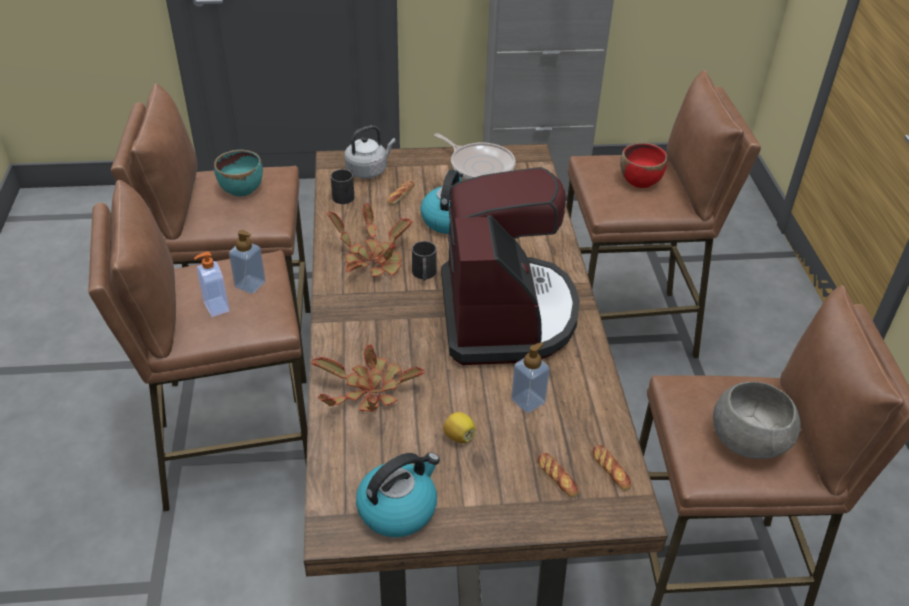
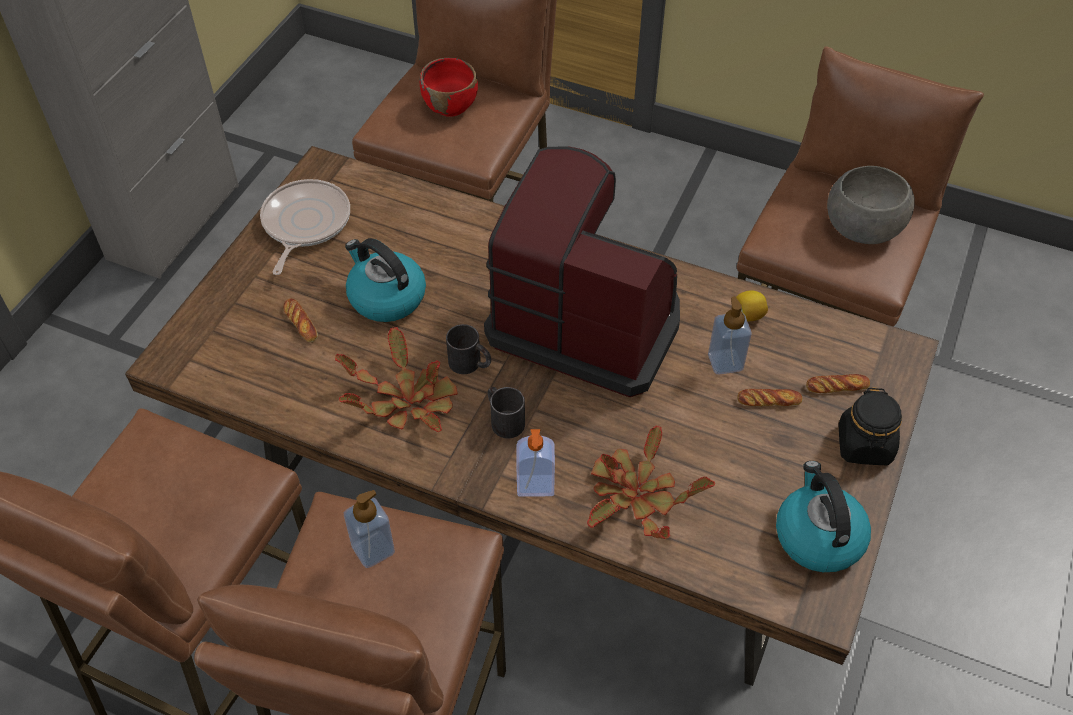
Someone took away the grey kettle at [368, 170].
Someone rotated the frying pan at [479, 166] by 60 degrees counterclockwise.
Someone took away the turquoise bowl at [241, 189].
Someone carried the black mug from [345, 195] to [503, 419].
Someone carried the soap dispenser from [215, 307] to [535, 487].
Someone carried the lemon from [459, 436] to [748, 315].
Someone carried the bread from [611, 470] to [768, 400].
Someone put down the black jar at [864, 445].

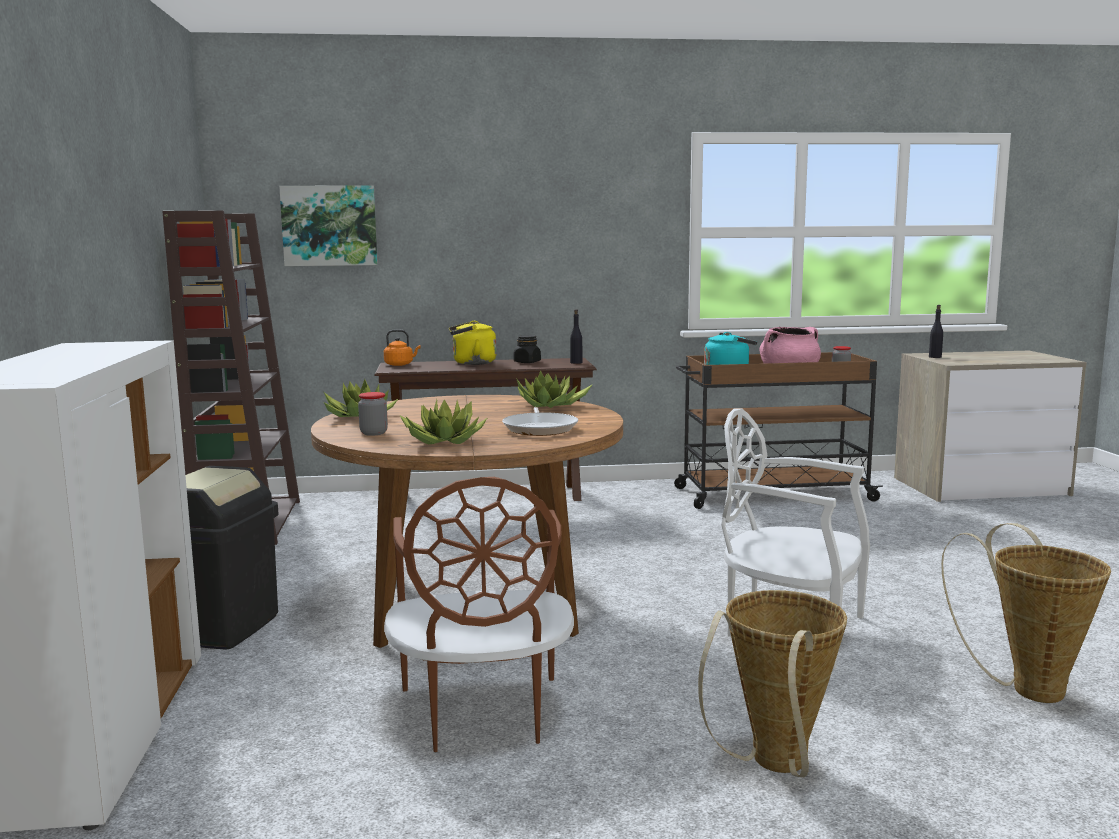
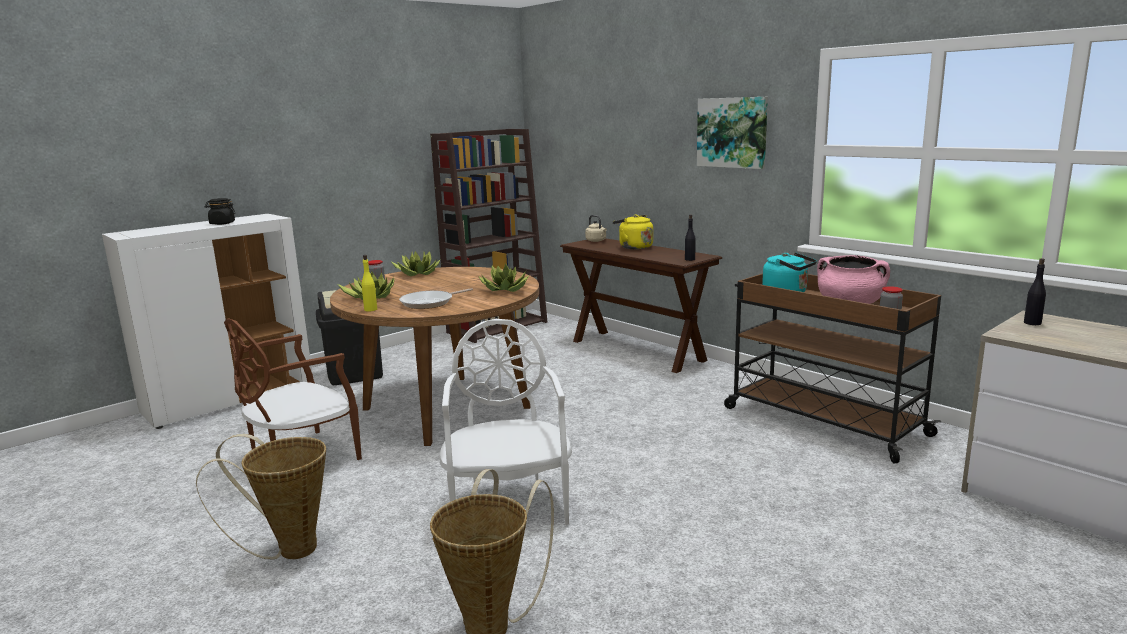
Someone carried the picture from [329, 226] to [732, 132].
Someone repainted the orange kettle at [400, 364], which became the beige kettle at [596, 241].
Someone carried the black jar from [527, 362] to [222, 223].
Someone put down the yellow bottle at [371, 309].

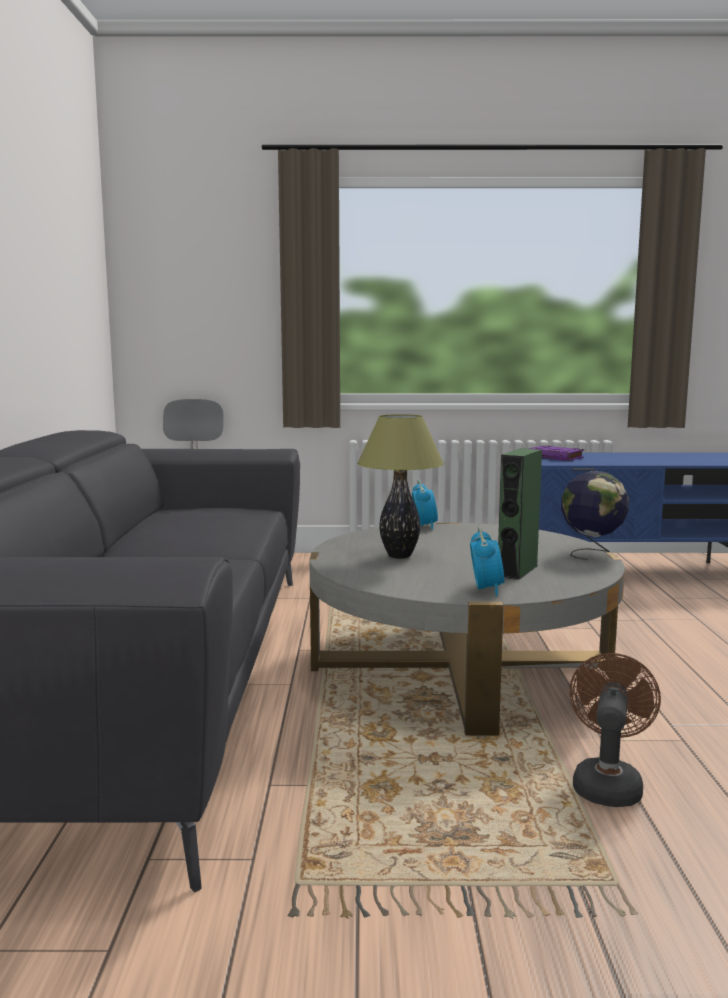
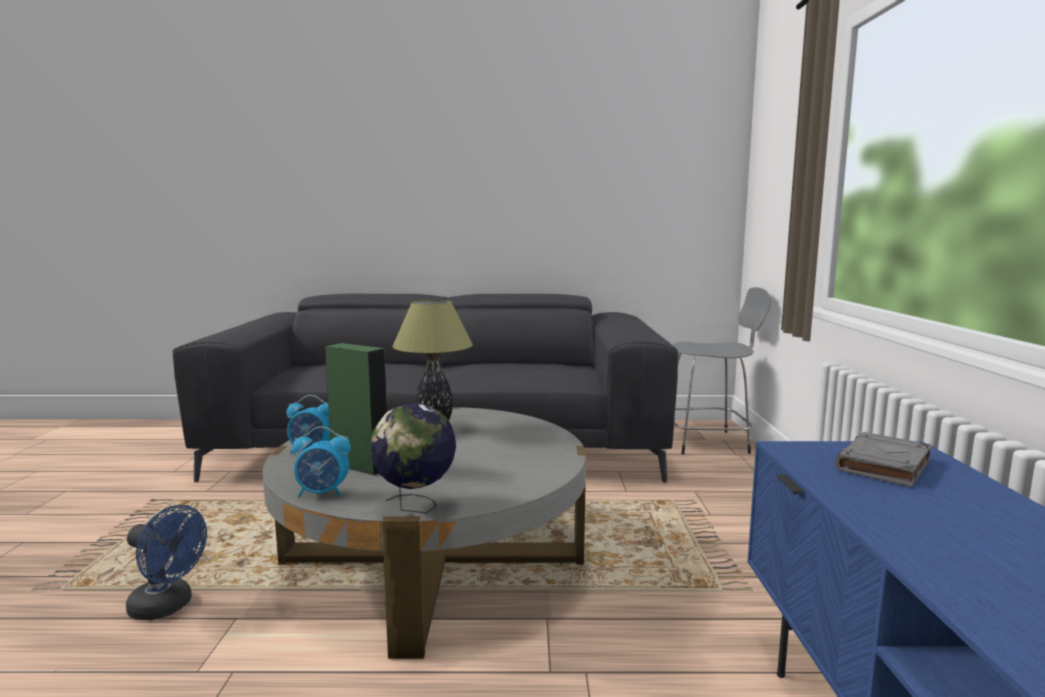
Someone repainted the purple book at [555, 457], which became the grey book at [883, 466].
Someone carried the alarm clock from [424, 526] to [323, 493].
Someone repainted the brown fan at [607, 783], which became the blue fan at [168, 607].

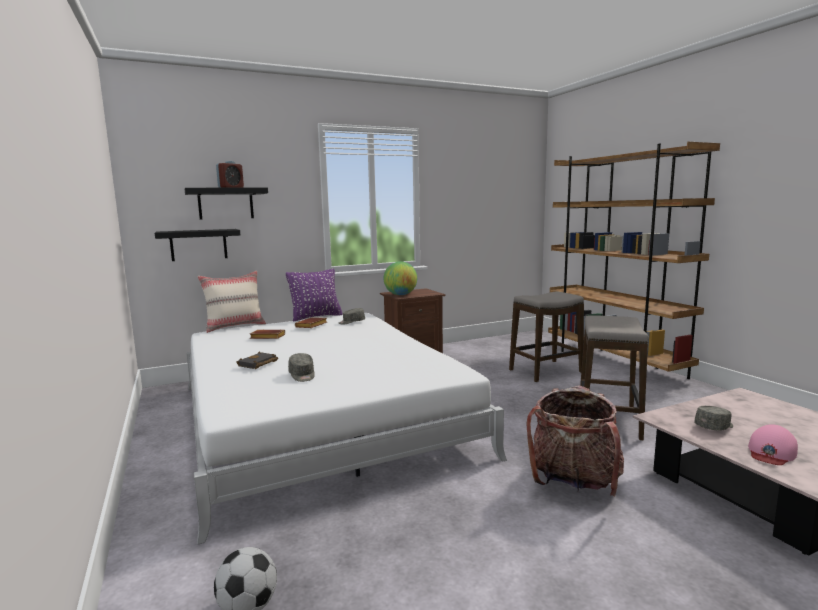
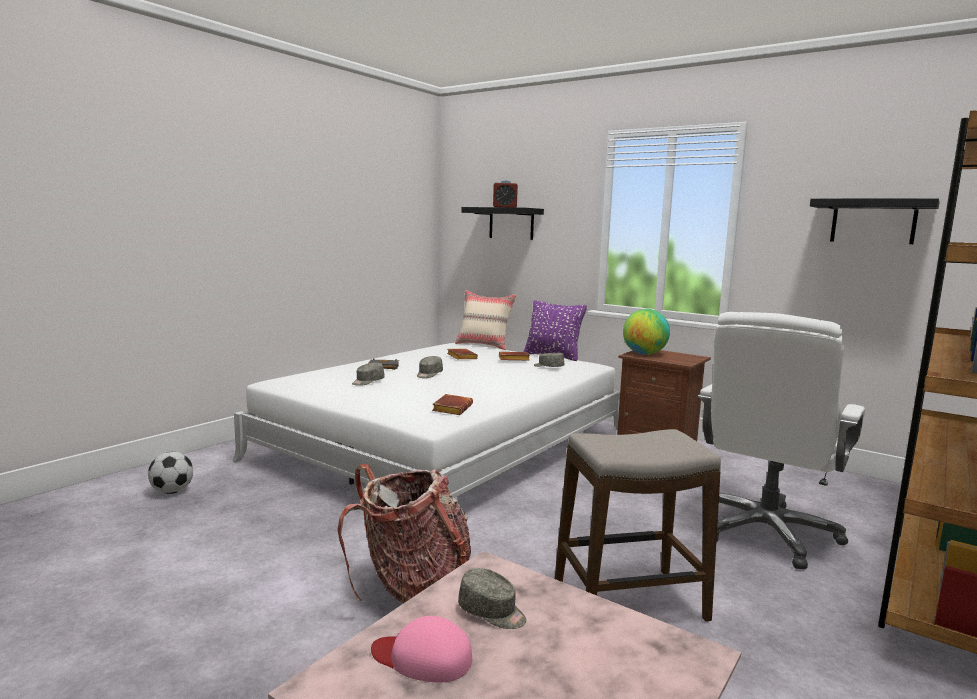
Someone carried the black shelf from [198, 244] to [873, 221].
Someone swapped the stool at [546, 371] for the white office chair at [766, 533].
Someone put down the grey cap at [429, 374].
Someone put down the brown book at [451, 408].

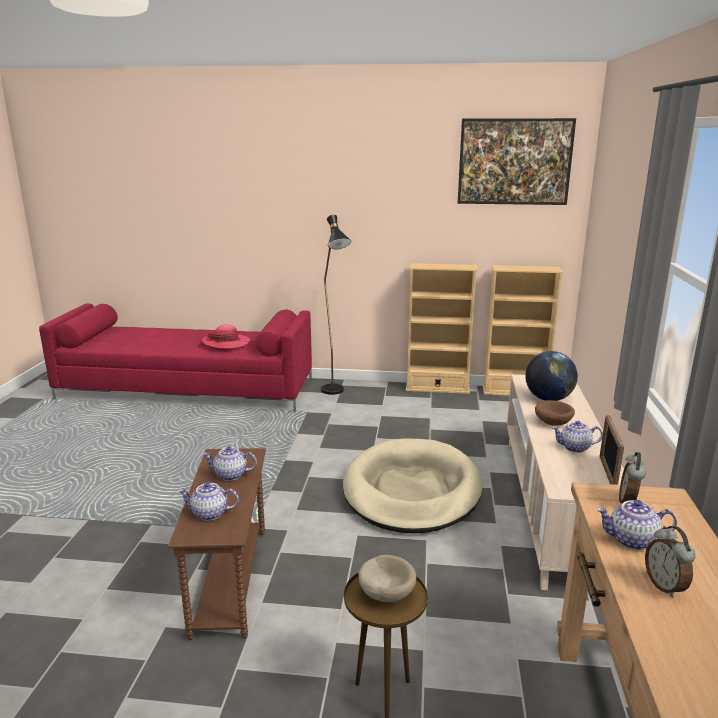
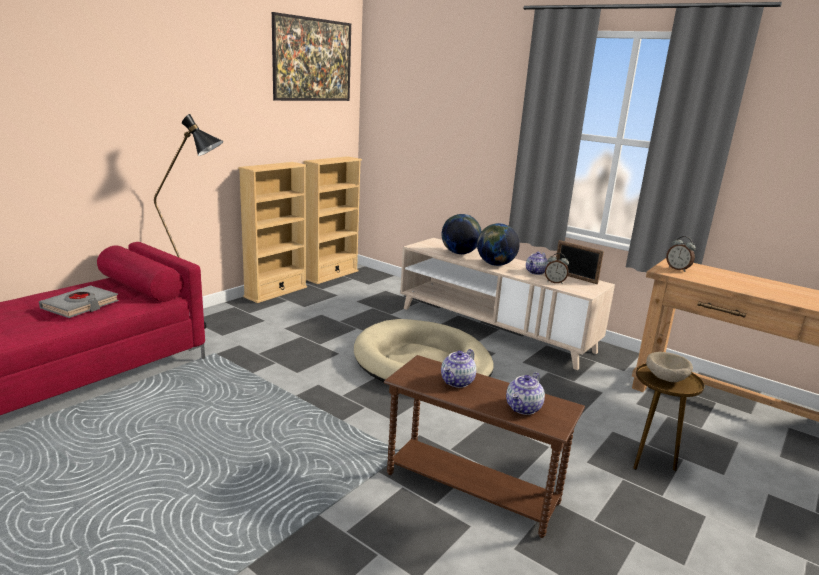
Someone swapped the hat at [226, 343] for the grey book at [80, 306].
Someone swapped the brown bowl at [552, 423] for the globe at [495, 264].
Someone took away the teapot at [631, 540].
Someone carried the alarm clock from [665, 586] to [555, 282].

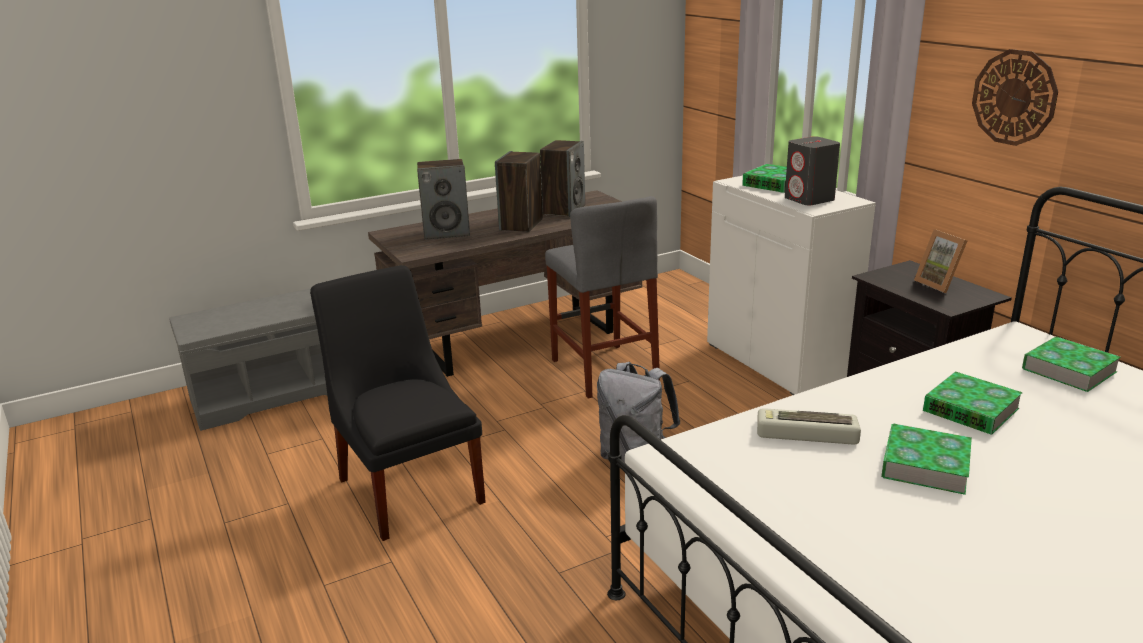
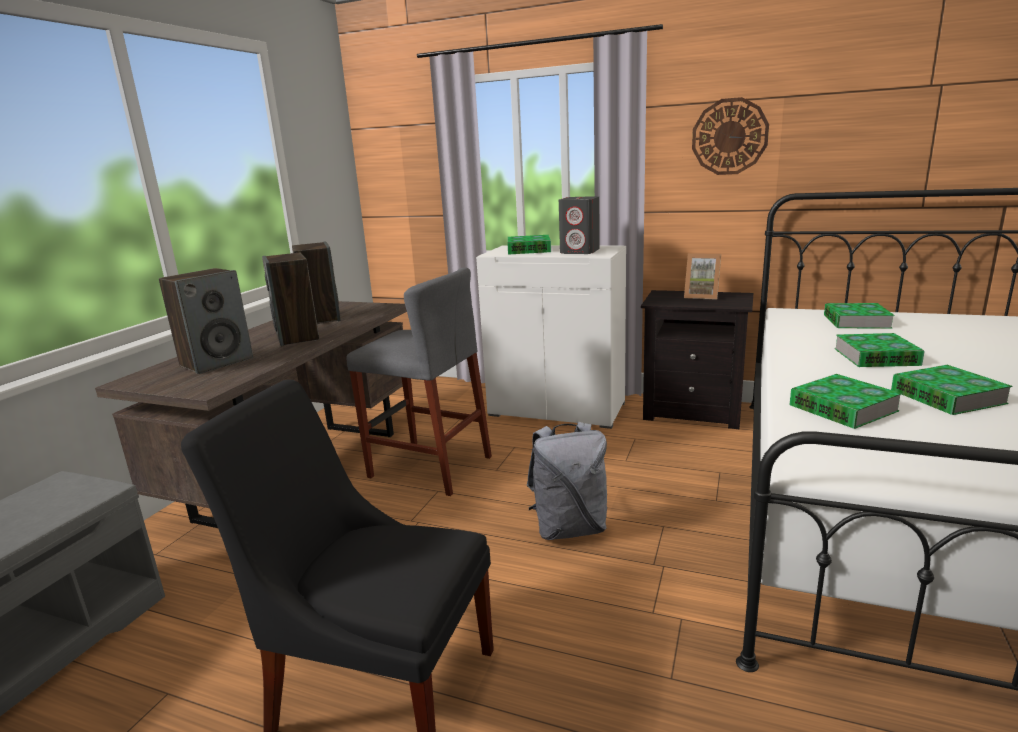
Someone swapped the keyboard at [805, 433] for the book at [843, 408].

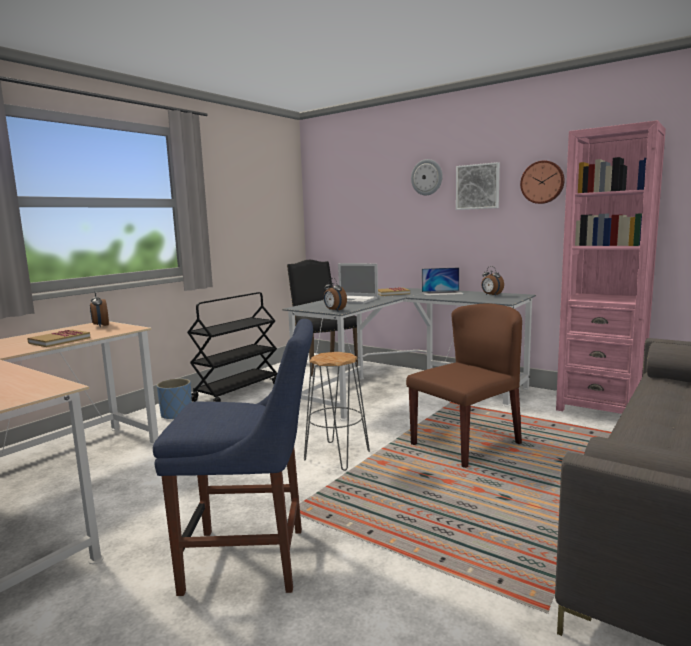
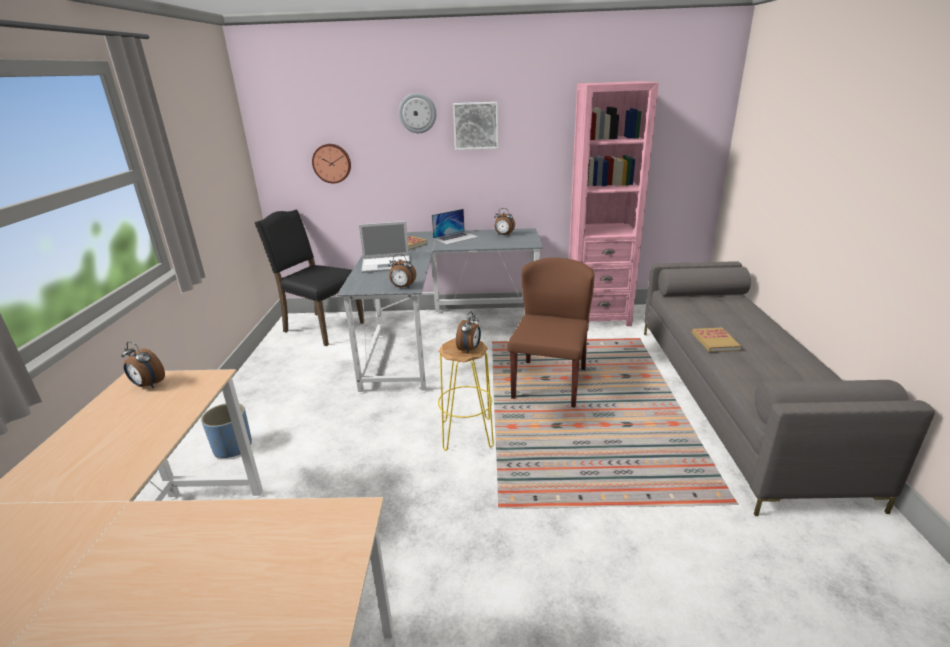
Someone carried the wall clock from [542, 182] to [332, 163].
Someone took away the black cart at [237, 392].
Someone took away the blue chair at [252, 560].
Someone carried the book from [59, 340] to [715, 341].
Someone repainted the grey stool at [336, 455], which became the yellow stool at [466, 434].
Someone put down the alarm clock at [469, 349].

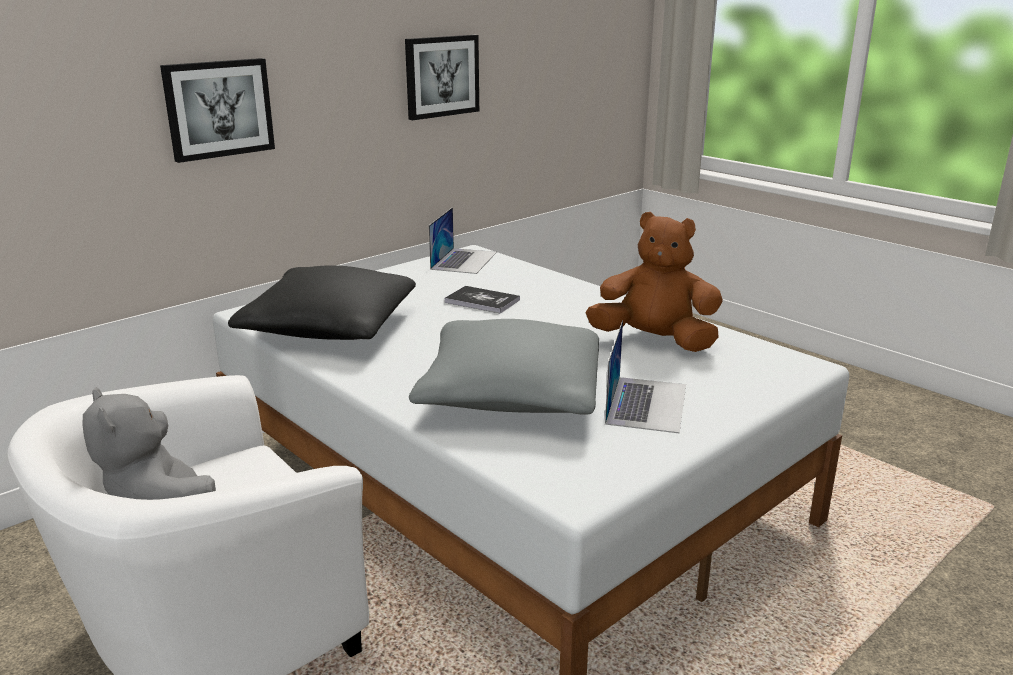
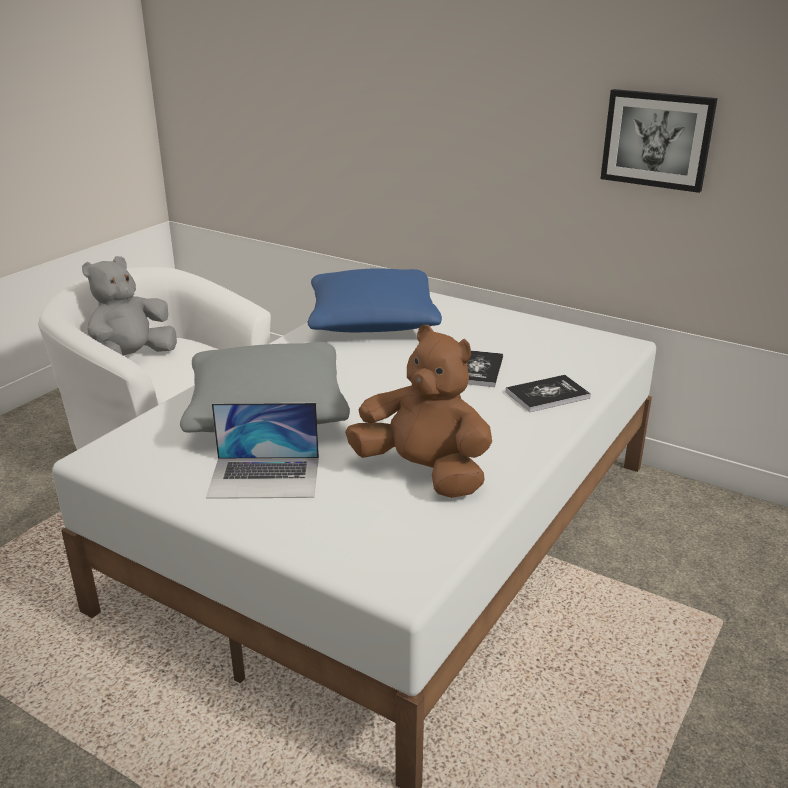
Someone took away the picture at [218, 108].
Someone took away the laptop at [464, 260].
Someone rotated the brown plush toy at [654, 341] by 60 degrees counterclockwise.
Someone repainted the black pillow at [330, 327], which became the blue pillow at [372, 321].
Someone put down the book at [547, 395].

